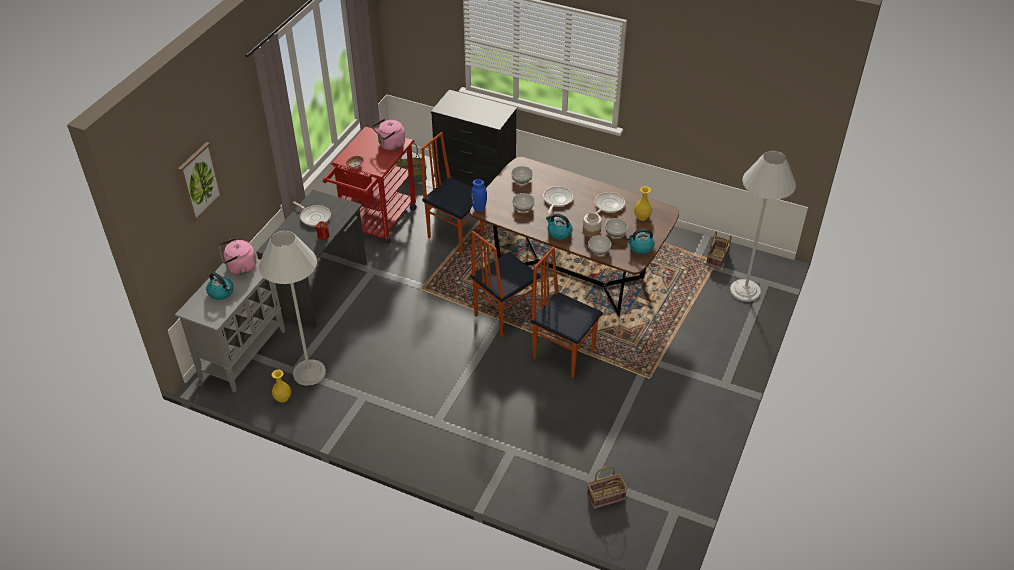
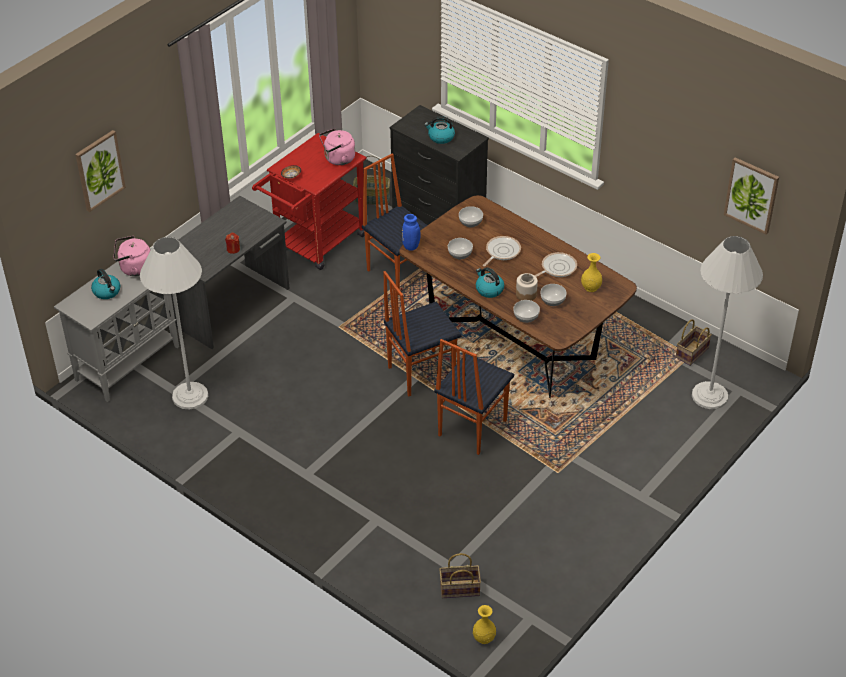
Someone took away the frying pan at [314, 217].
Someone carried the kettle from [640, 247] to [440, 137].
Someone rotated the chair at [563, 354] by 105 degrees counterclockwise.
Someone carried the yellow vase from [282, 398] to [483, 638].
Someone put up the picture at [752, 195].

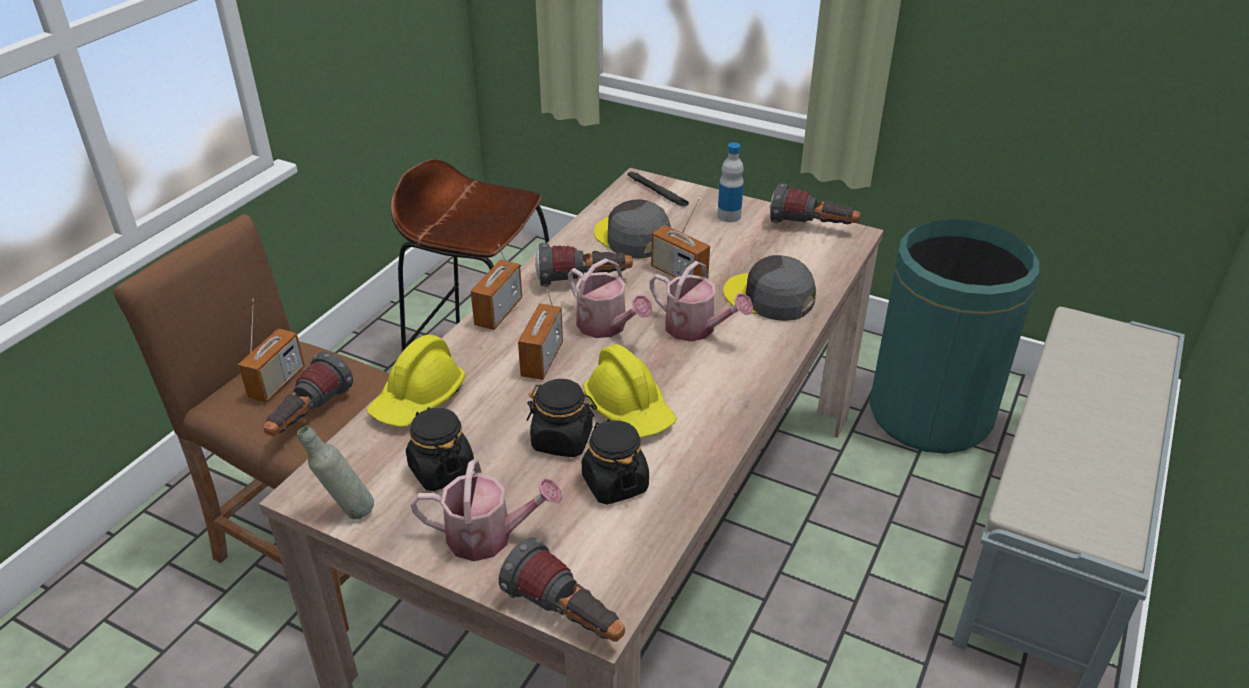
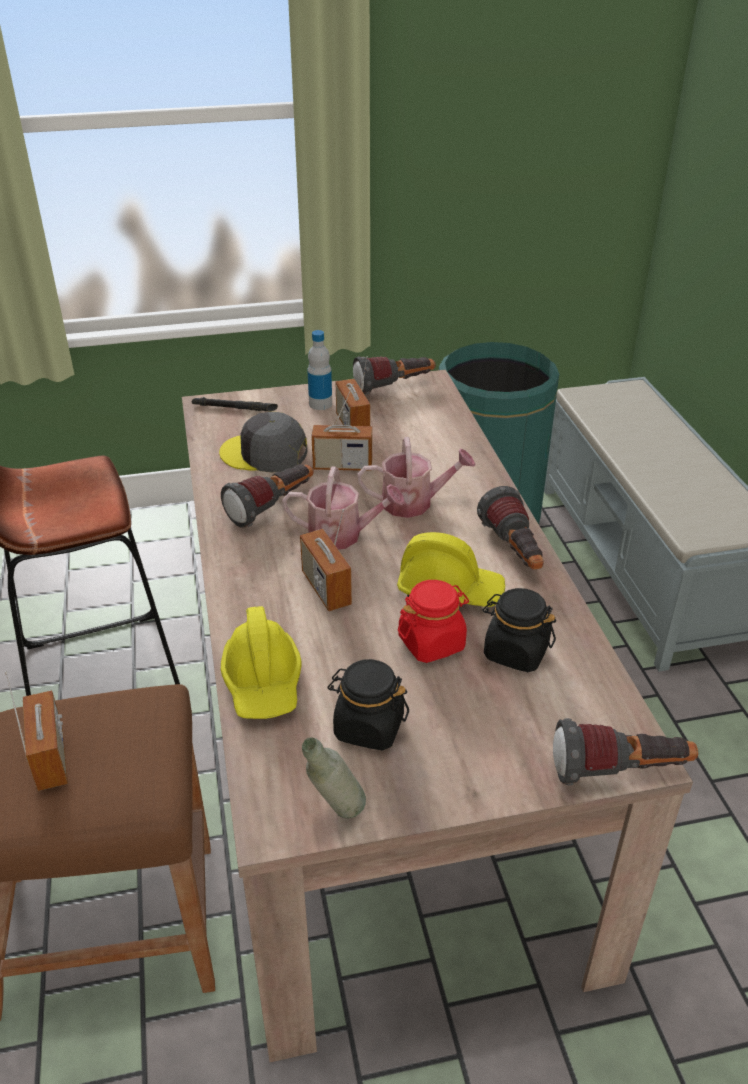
Someone carried the radio from [498, 312] to [352, 426].
Someone took away the grey cap at [769, 297].
Someone carried the flashlight from [308, 417] to [514, 552].
Someone repainted the black jar at [562, 440], which became the red jar at [432, 643].
Someone took away the watering can at [489, 536].

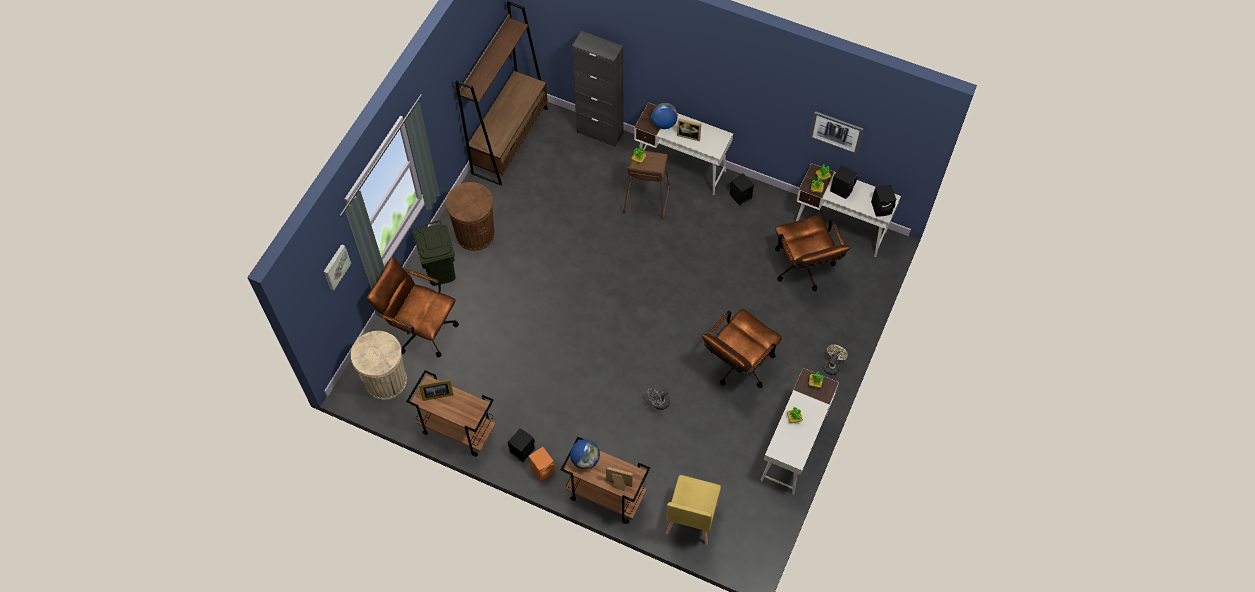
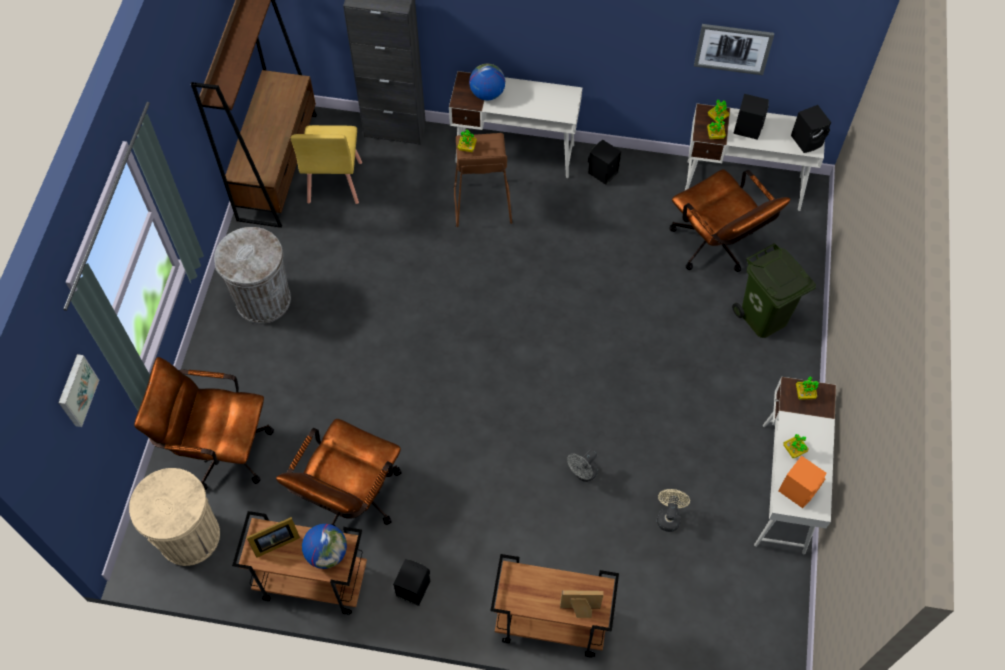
Someone took away the picture frame at [689, 135].
Someone repainted the brown trash can at [475, 234], which became the grey trash can at [263, 299].
Someone carried the green trash can from [440, 272] to [763, 317].
Someone carried the brown office chair from [737, 366] to [350, 500].
Someone carried the beige fan from [832, 365] to [669, 516].
Someone carried the globe from [585, 459] to [327, 553].
Someone carried the orange speaker from [543, 468] to [798, 489].
Someone carried the yellow chair from [691, 519] to [334, 182].

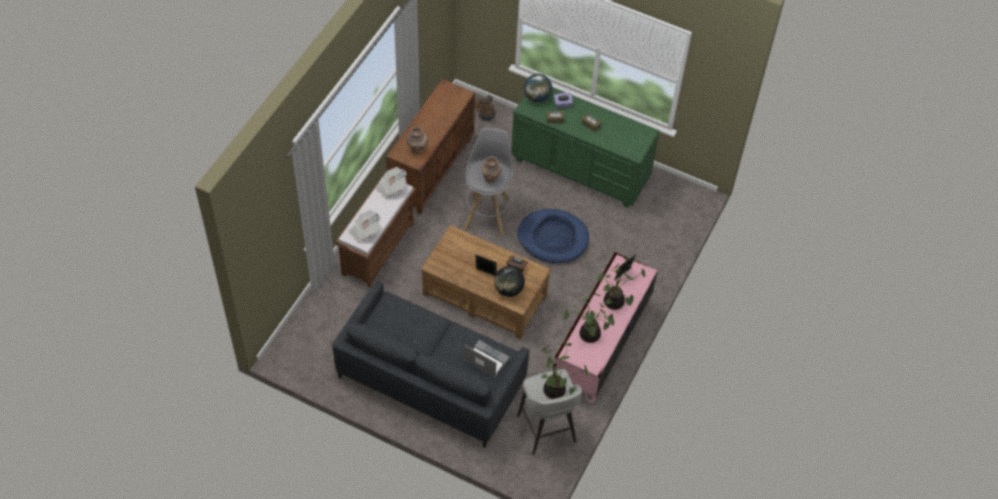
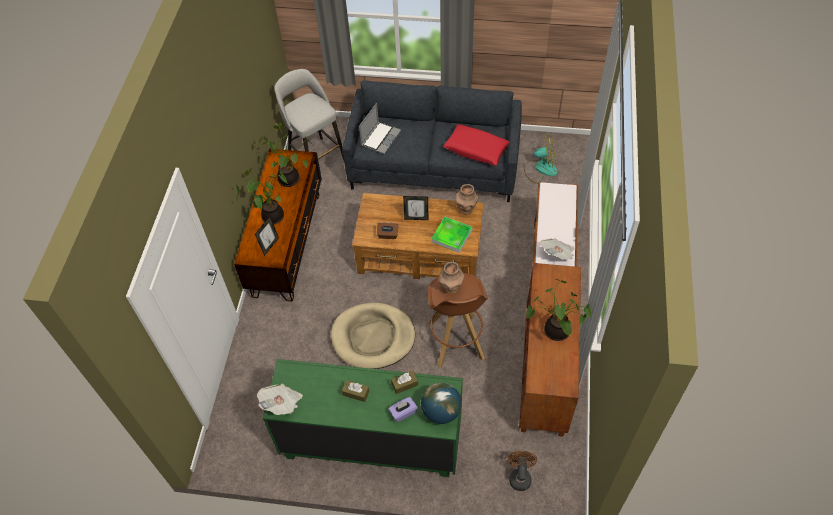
Someone carried the brown vase from [417, 149] to [466, 209].
Someone repainted the grey stool at [487, 214], which became the brown stool at [456, 341].
Someone repainted the blue dog bed at [553, 238], which became the beige dog bed at [373, 337].
Someone carried the newspaper from [364, 231] to [282, 403].
Someone repainted the pink tv stand at [601, 345], which became the brown tv stand at [287, 243].
Someone took away the globe at [508, 289].
Someone rotated the laptop at [486, 360] by 75 degrees counterclockwise.
Someone carried the potted plant from [556, 390] to [554, 332].
Someone put down the red pillow at [476, 149].
Someone put down the fan at [540, 169].
Someone put down the tray at [451, 236].

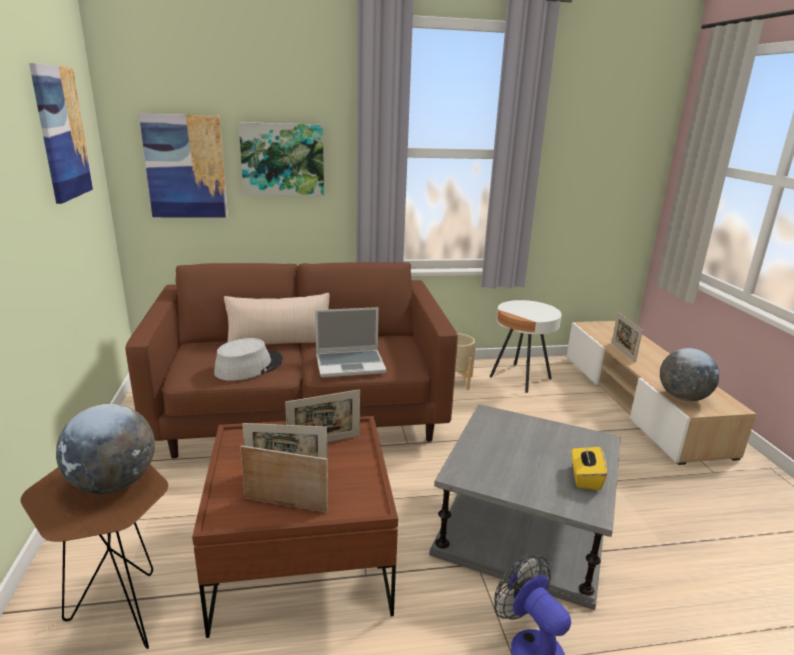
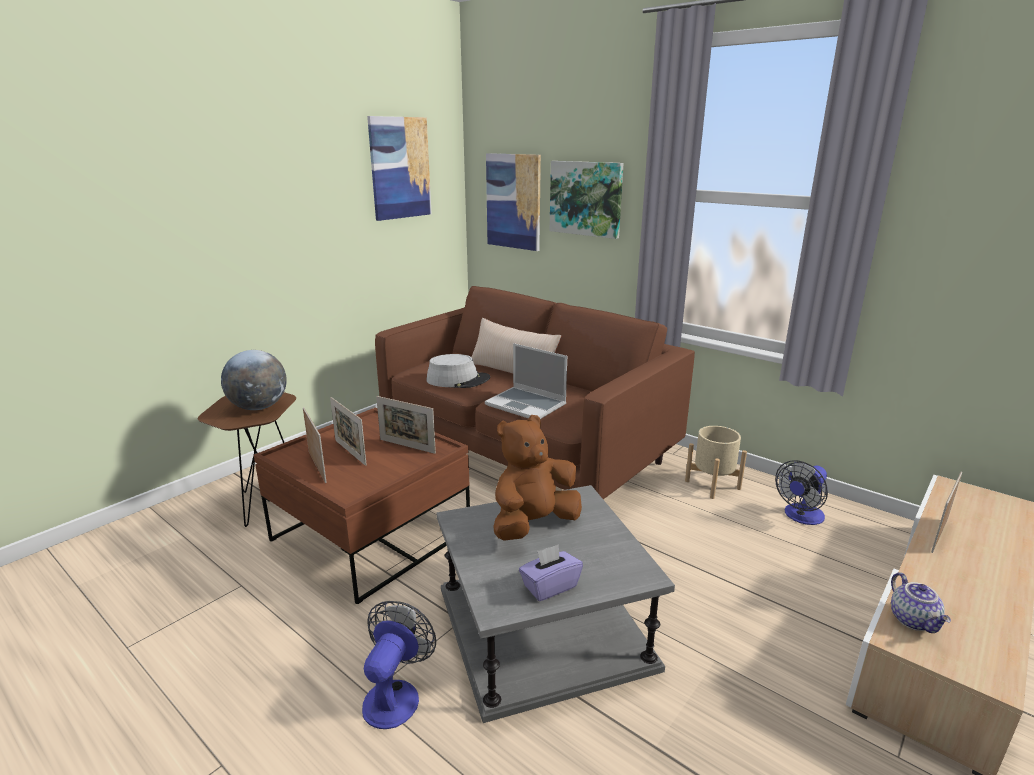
Someone swapped the white side table at [520, 378] for the fan at [800, 517].
Someone swapped the globe at [682, 397] for the teapot at [914, 620].
Someone repainted the yellow tissue box at [585, 478], which became the purple tissue box at [549, 586].
Someone put down the brown plush toy at [533, 524].

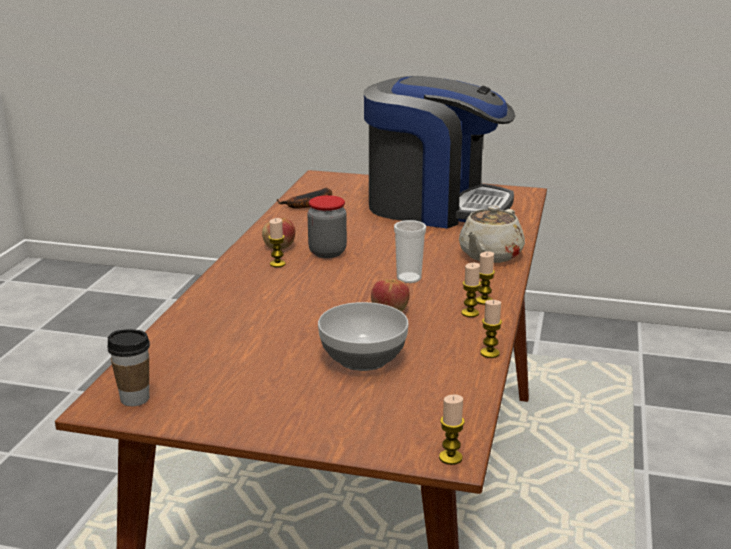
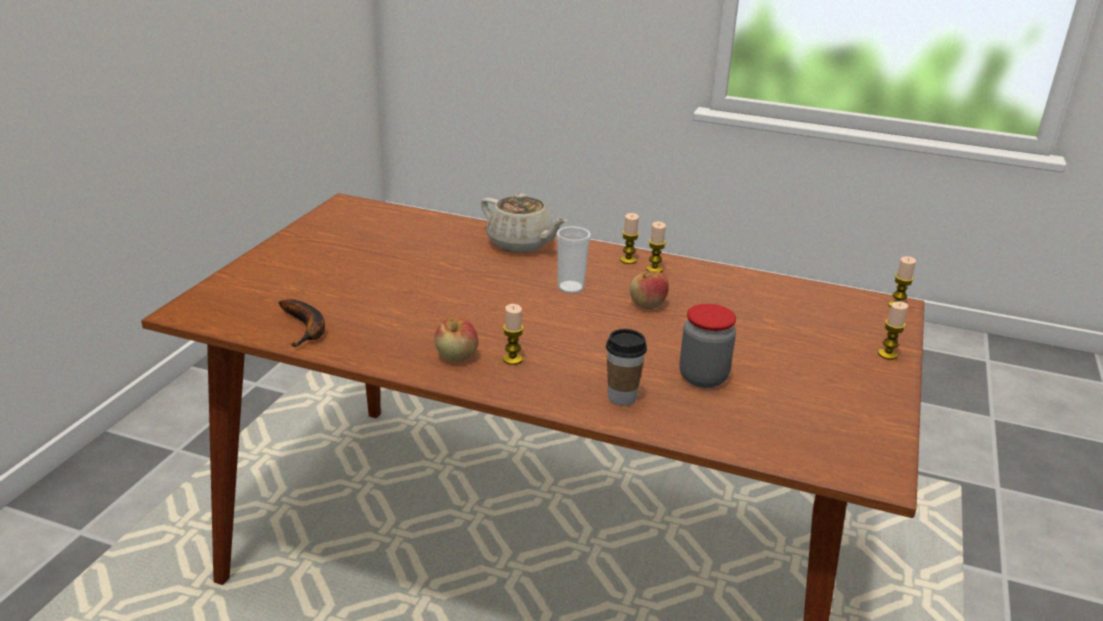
Someone took away the coffee machine at [434, 206].
Someone carried the jar from [327, 252] to [703, 377].
Someone carried the candle from [490, 353] to [887, 354].
Someone took away the bowl at [364, 357].
Someone carried the cup from [135, 399] to [622, 397].

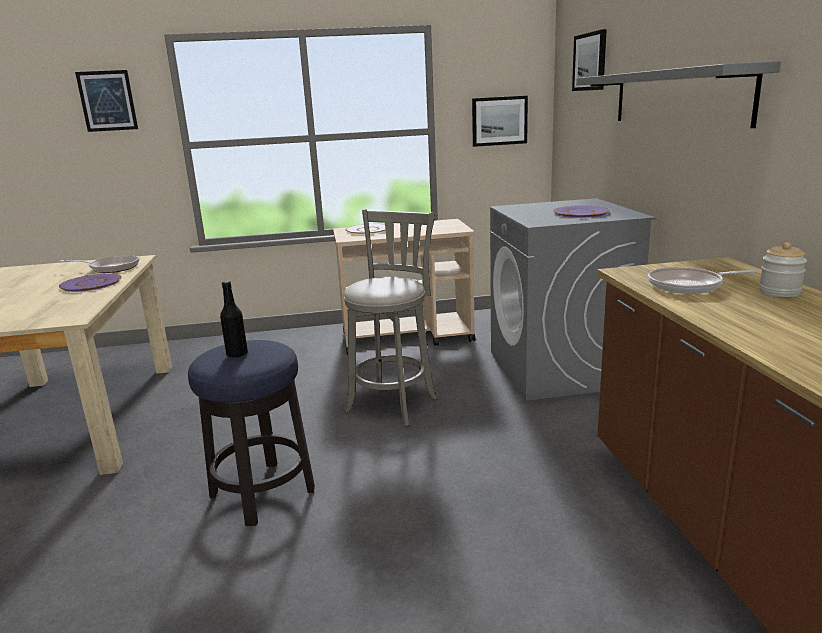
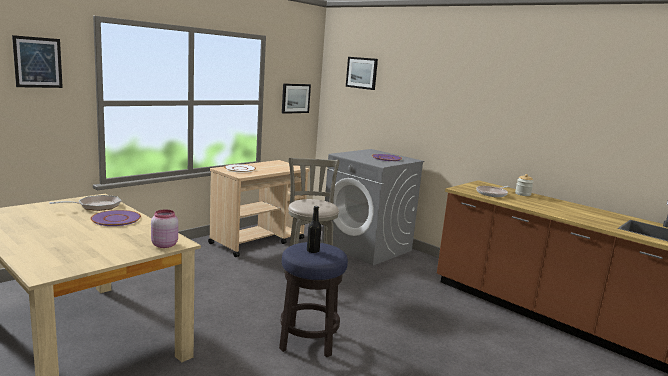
Someone took away the grey shelf at [677, 97].
Someone put down the pink jar at [164, 244].

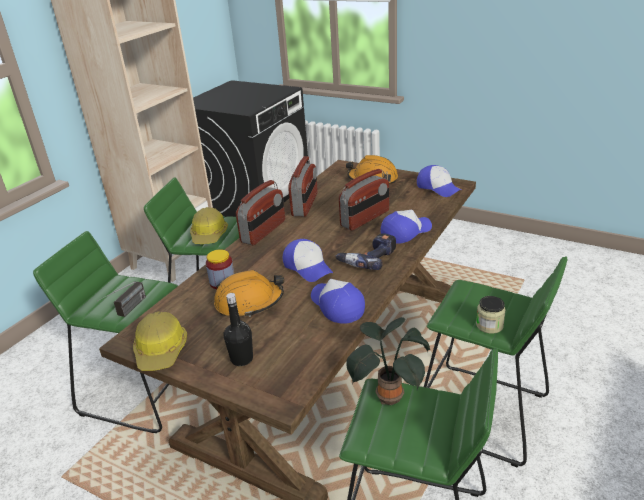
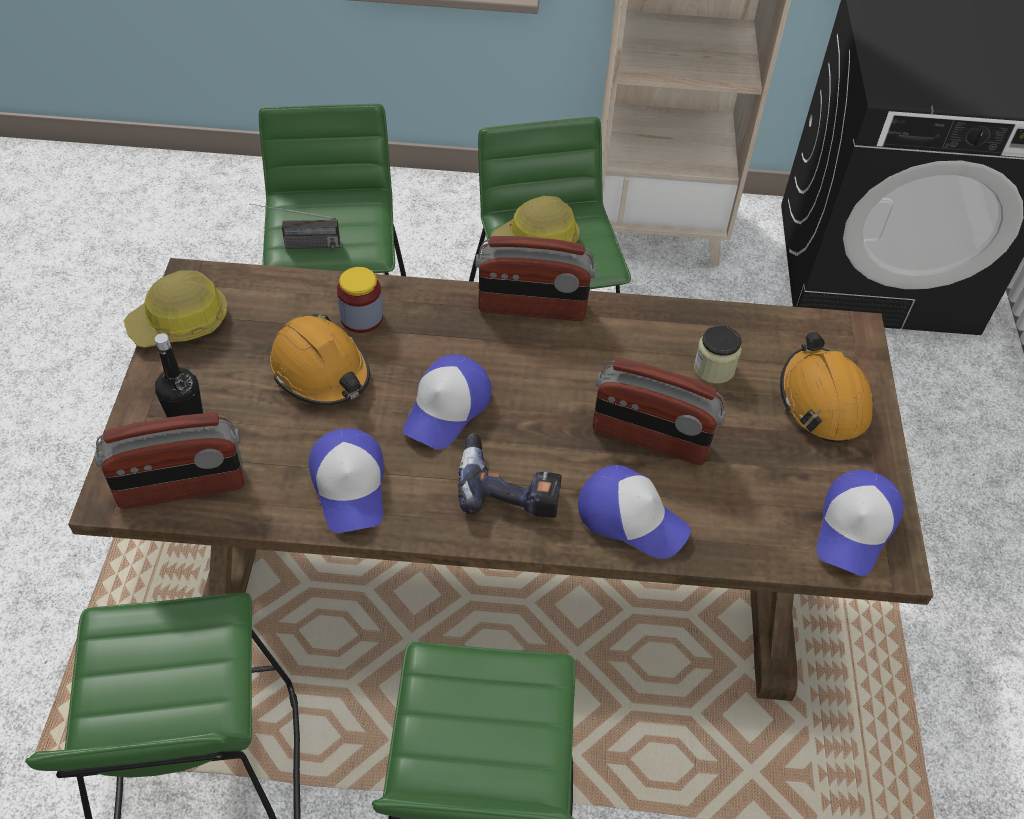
Someone carried the radio from [305, 205] to [182, 487].
Someone rotated the cap at [337, 305] by 135 degrees clockwise.
Someone carried the jar from [489, 325] to [714, 368].
Someone took away the potted plant at [389, 395].

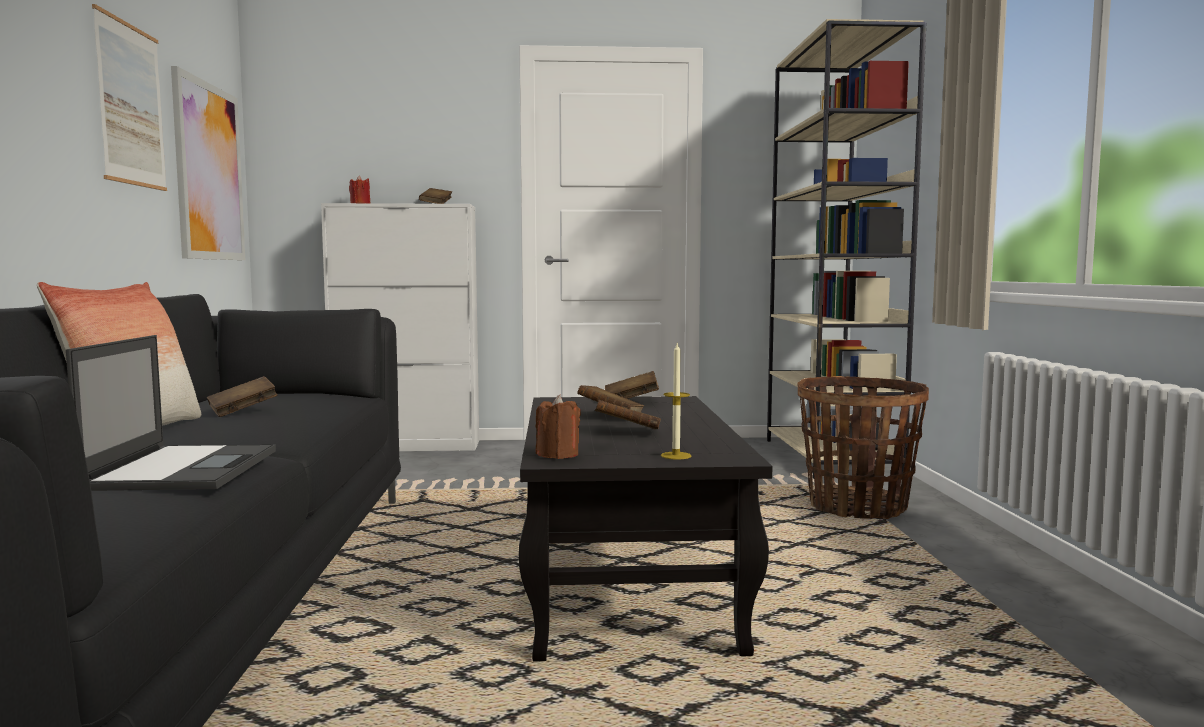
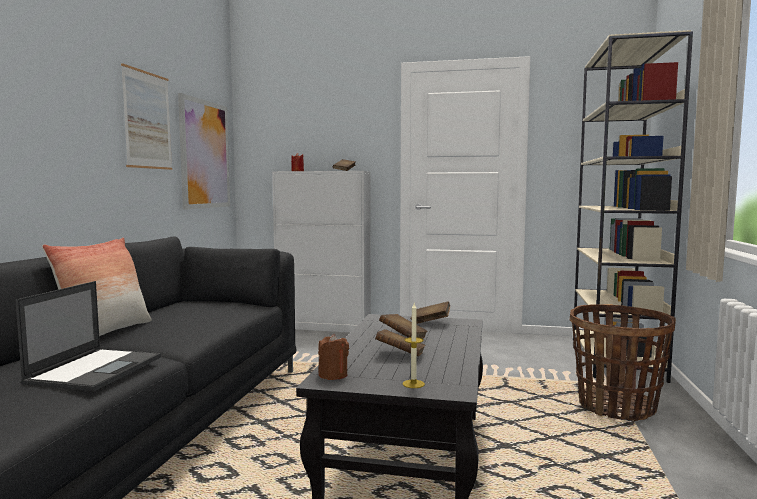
Someone took away the brown book at [243, 412].

